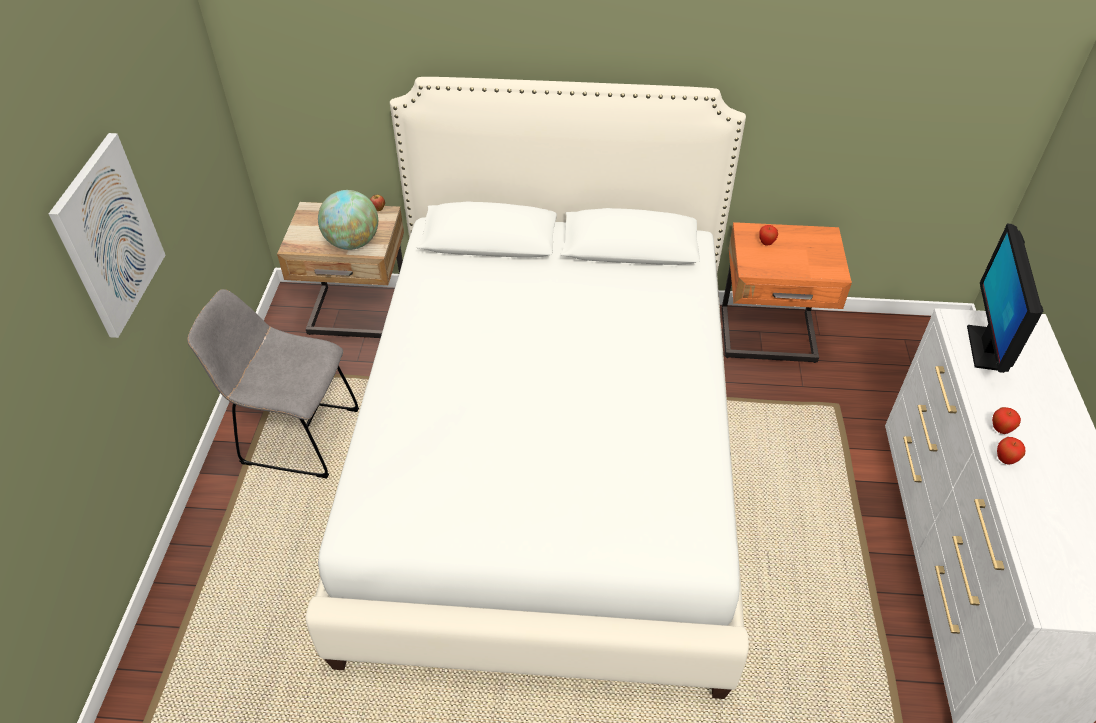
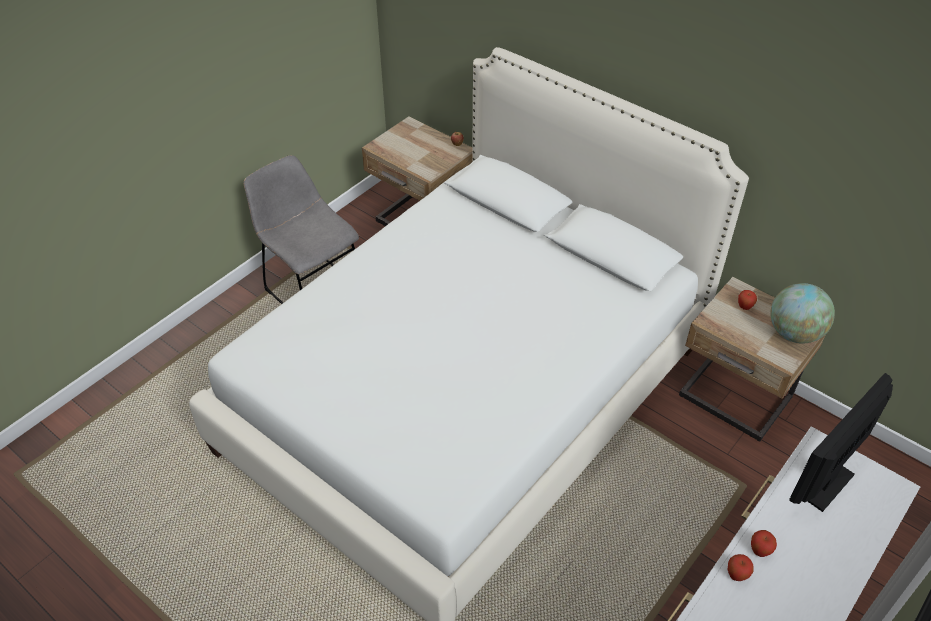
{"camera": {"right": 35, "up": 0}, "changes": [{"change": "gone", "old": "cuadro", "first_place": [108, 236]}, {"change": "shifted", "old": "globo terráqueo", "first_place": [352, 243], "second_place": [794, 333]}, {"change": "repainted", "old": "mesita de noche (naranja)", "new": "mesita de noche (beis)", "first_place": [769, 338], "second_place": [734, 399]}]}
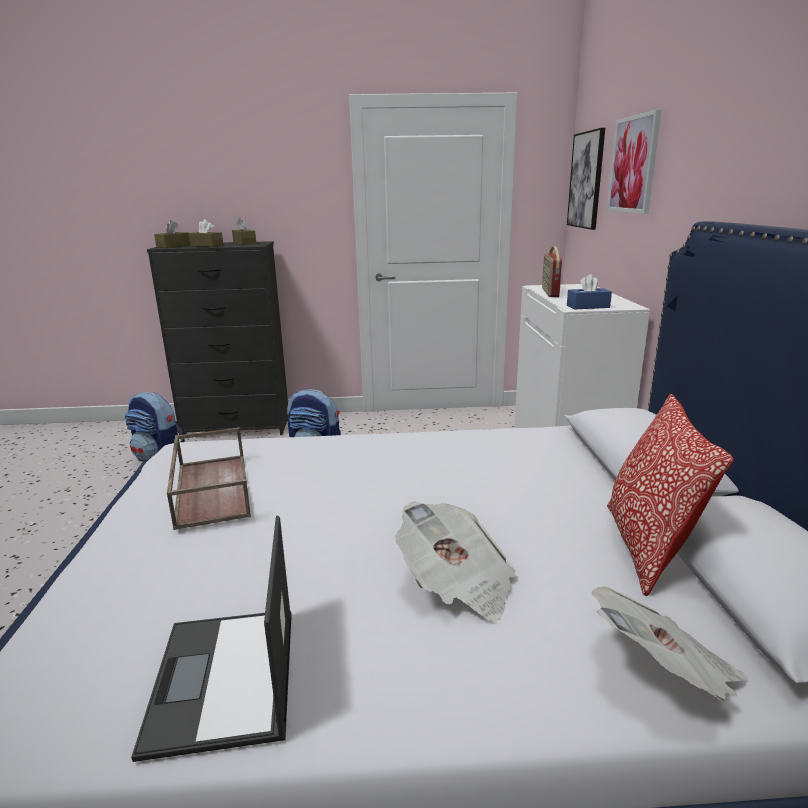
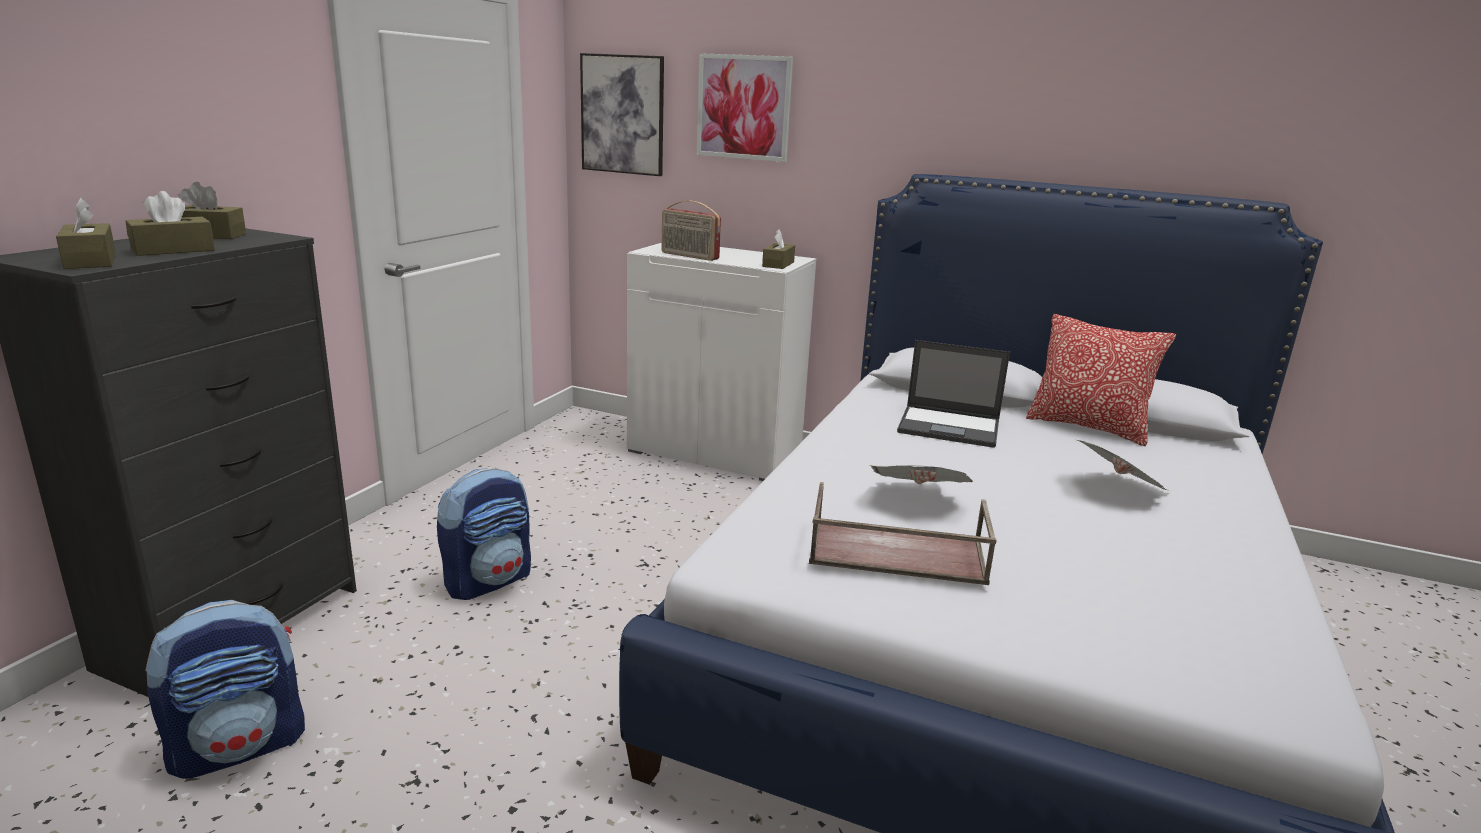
{"camera": {"right": -65, "up": 0}, "changes": [{"change": "shifted", "old": "portátil", "first_place": [224, 680], "second_place": [950, 427]}, {"change": "repainted", "old": "caja de pañuelos (azul)", "new": "caja de pañuelos (marrón)", "first_place": [588, 306], "second_place": [778, 264]}, {"change": "shifted", "old": "periódico", "first_place": [664, 672], "second_place": [917, 500]}]}
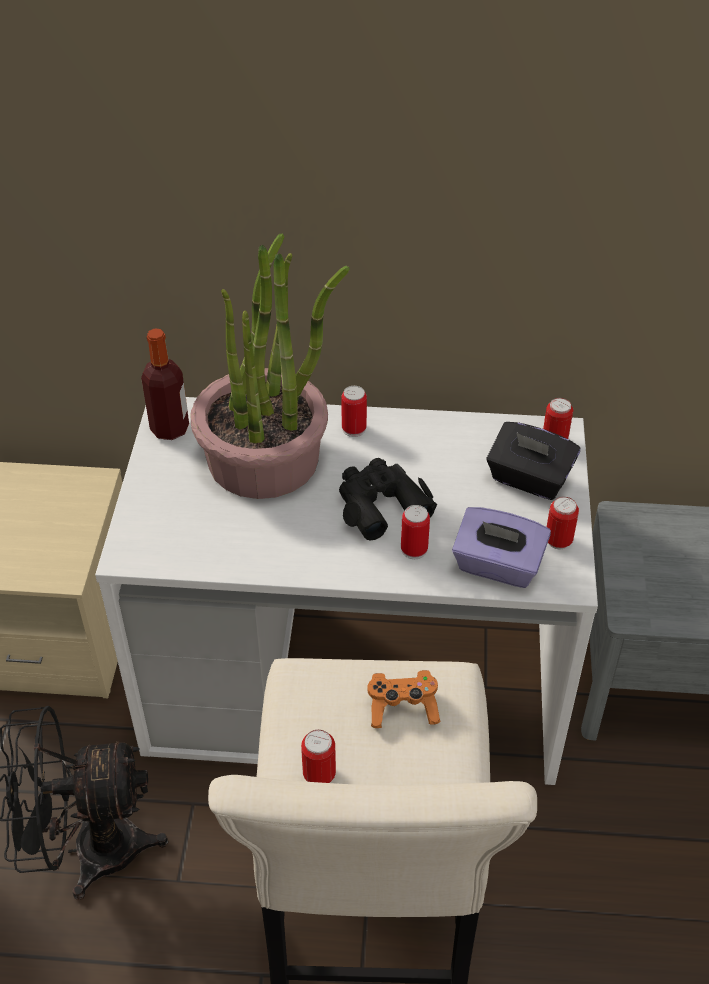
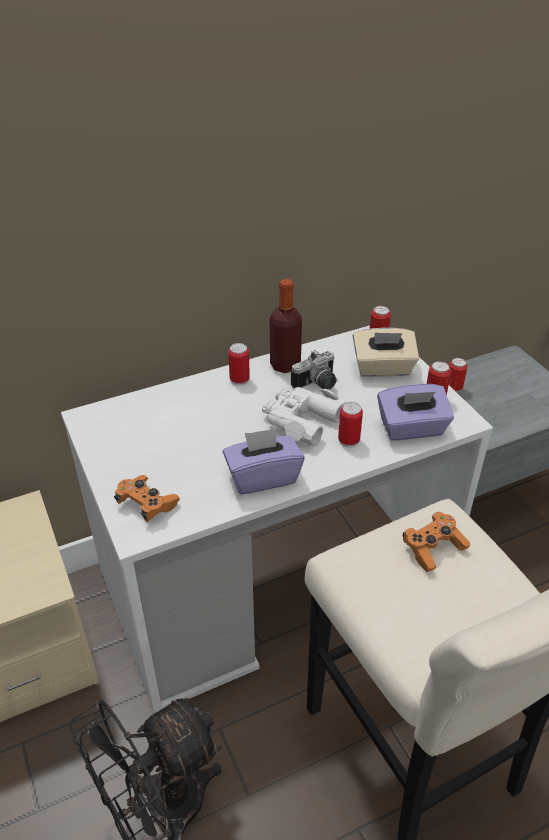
{"camera": {"right": -30, "up": -5}, "changes": [{"change": "shifted", "old": "botella", "first_place": [170, 429], "second_place": [285, 365]}, {"change": "gone", "old": "planta en maceta", "first_place": [265, 459]}, {"change": "shifted", "old": "lata", "first_place": [319, 775], "second_place": [453, 388]}, {"change": "repainted", "old": "prismáticos (negro)", "new": "prismáticos (blanco)", "first_place": [380, 504], "second_place": [300, 420]}, {"change": "repainted", "old": "caja de pañuelos (negro)", "new": "caja de pañuelos (beis)", "first_place": [529, 479], "second_place": [383, 368]}, {"change": "new", "new": "mando de consola (naranja)", "second_place": [147, 504]}, {"change": "new", "new": "caja de pañuelos (morado)", "second_place": [263, 477]}, {"change": "new", "new": "cámara", "second_place": [317, 384]}]}
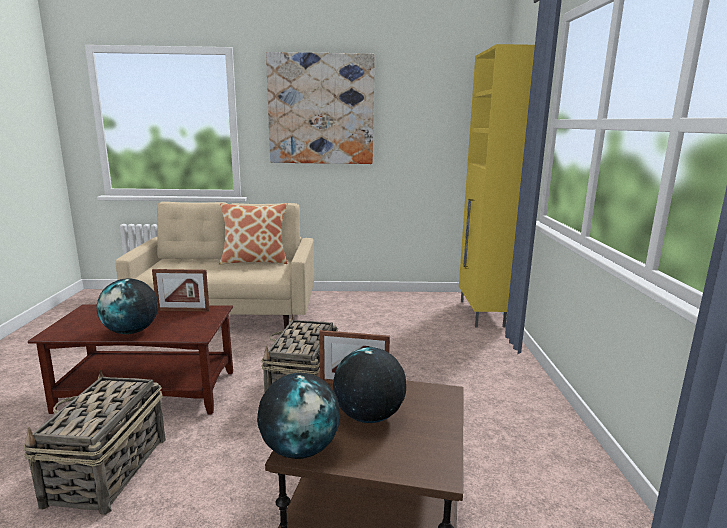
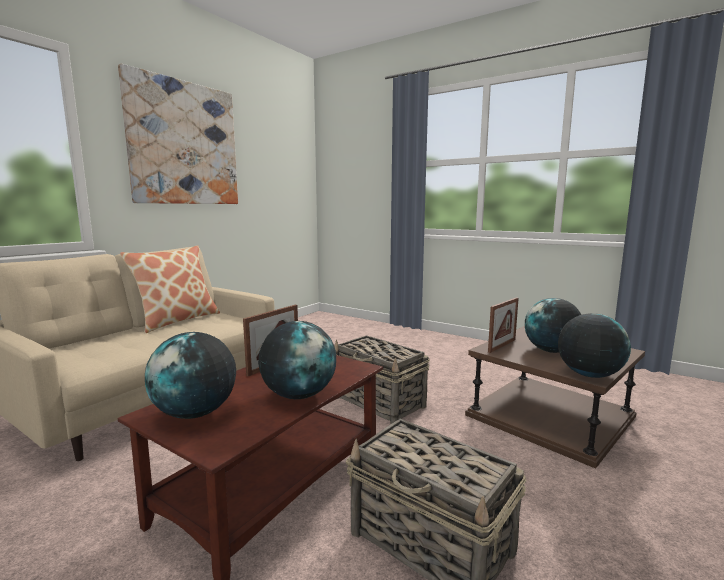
{"camera": {"right": -55, "up": -5}, "changes": [{"change": "gone", "old": "armario (amarillo)", "first_place": [481, 314]}, {"change": "new", "new": "globo terráqueo", "second_place": [195, 413]}]}
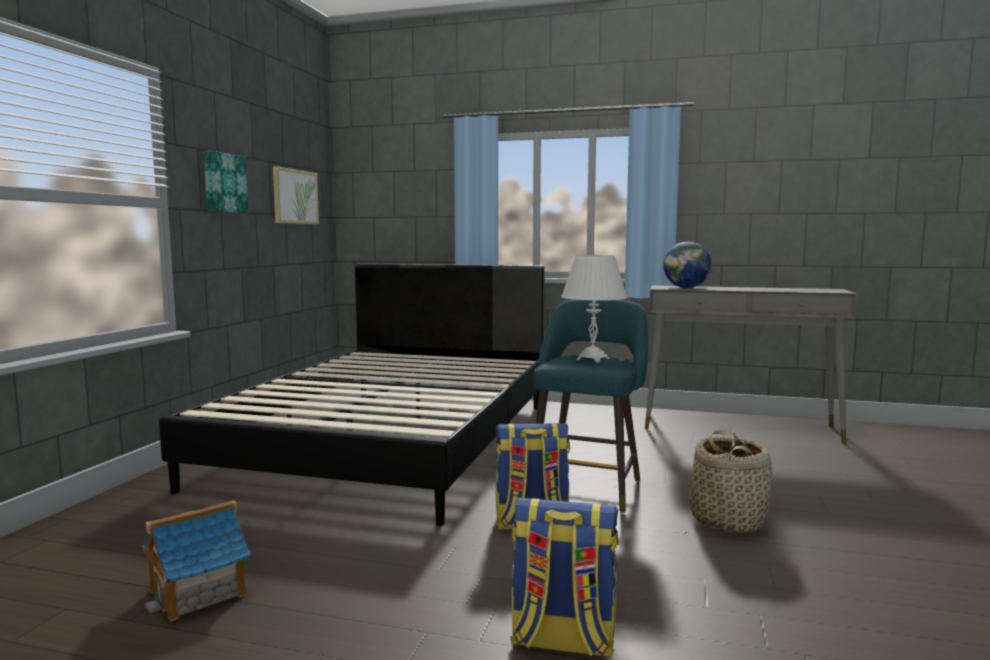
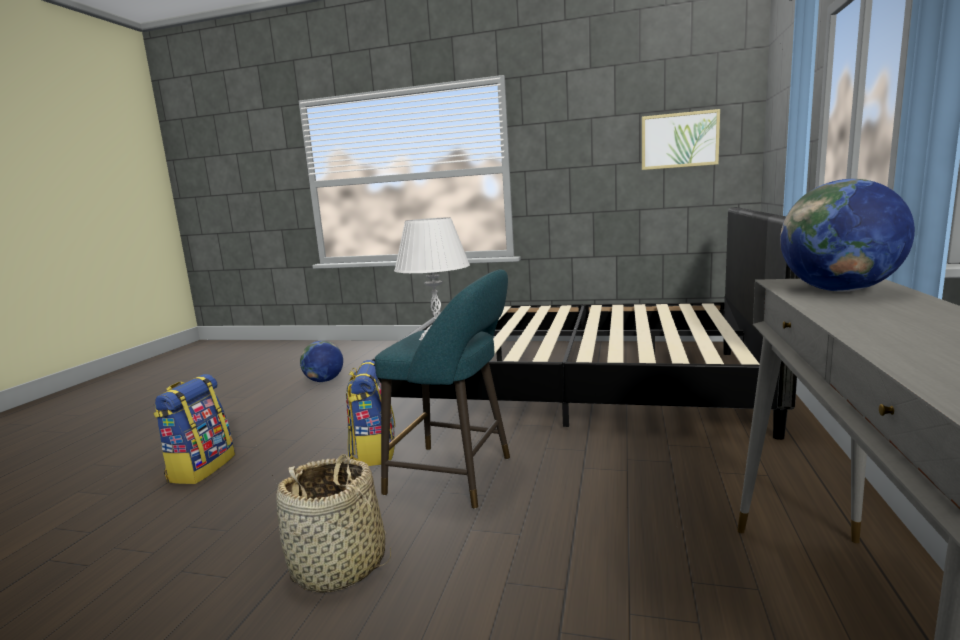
{"camera": {"right": 90, "up": 5}, "changes": [{"change": "swapped", "old": "casita", "new": "globo terráqueo", "first_place": [198, 592], "second_place": [324, 381]}, {"change": "gone", "old": "cuadro", "first_place": [224, 183]}]}
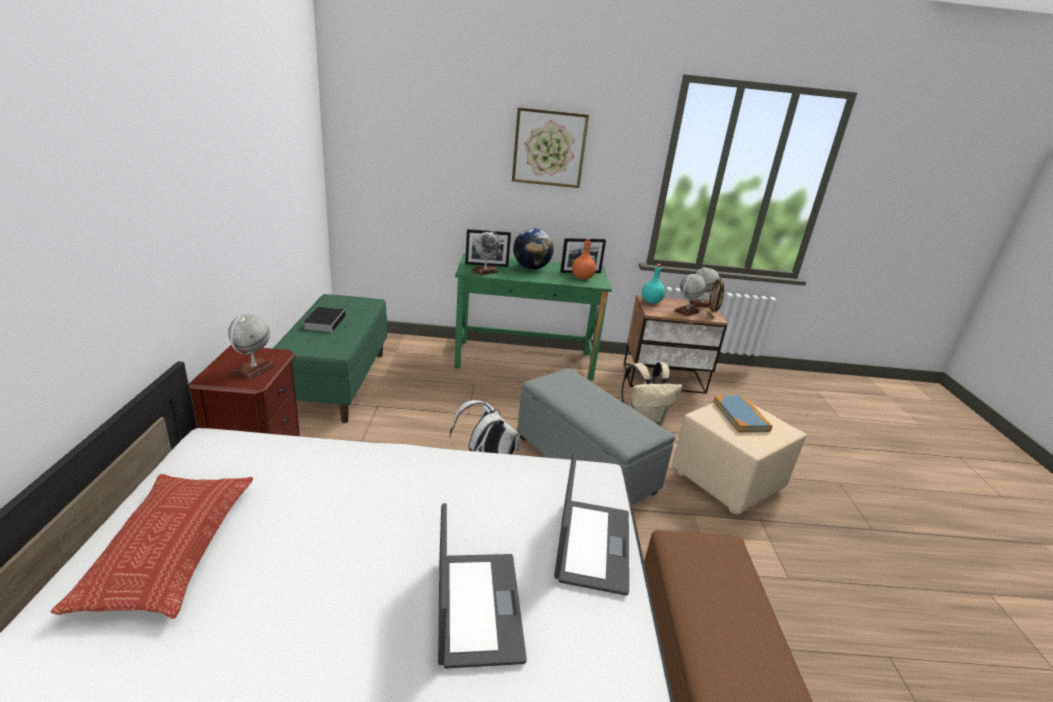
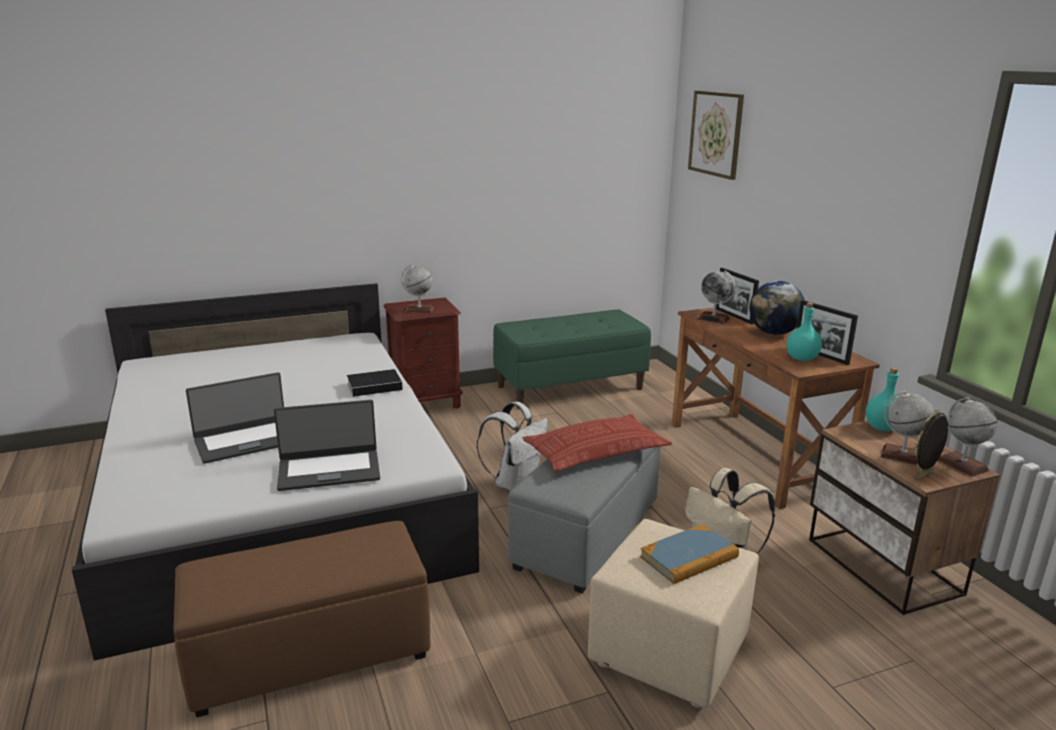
{"camera": {"right": 70, "up": -5}, "changes": [{"change": "shifted", "old": "cojín", "first_place": [170, 548], "second_place": [596, 451]}, {"change": "shifted", "old": "libro", "first_place": [325, 321], "second_place": [376, 386]}, {"change": "repainted", "old": "escritorio (verde)", "new": "escritorio (marrón)", "first_place": [524, 360], "second_place": [755, 456]}, {"change": "shifted", "old": "cuadro", "first_place": [549, 148], "second_place": [716, 134]}, {"change": "repainted", "old": "botella (naranja)", "new": "botella (turquesa)", "first_place": [582, 278], "second_place": [801, 358]}]}
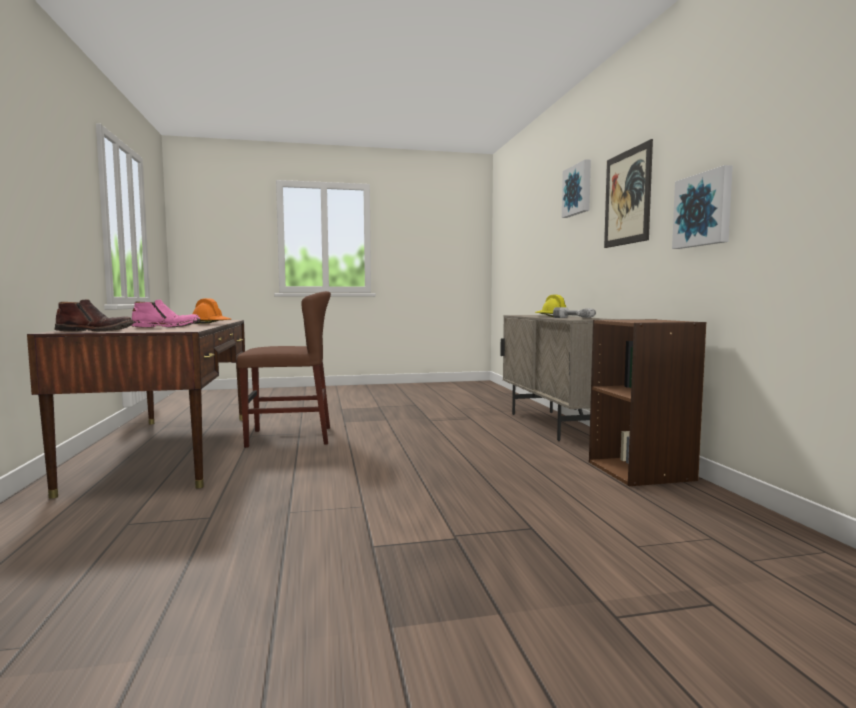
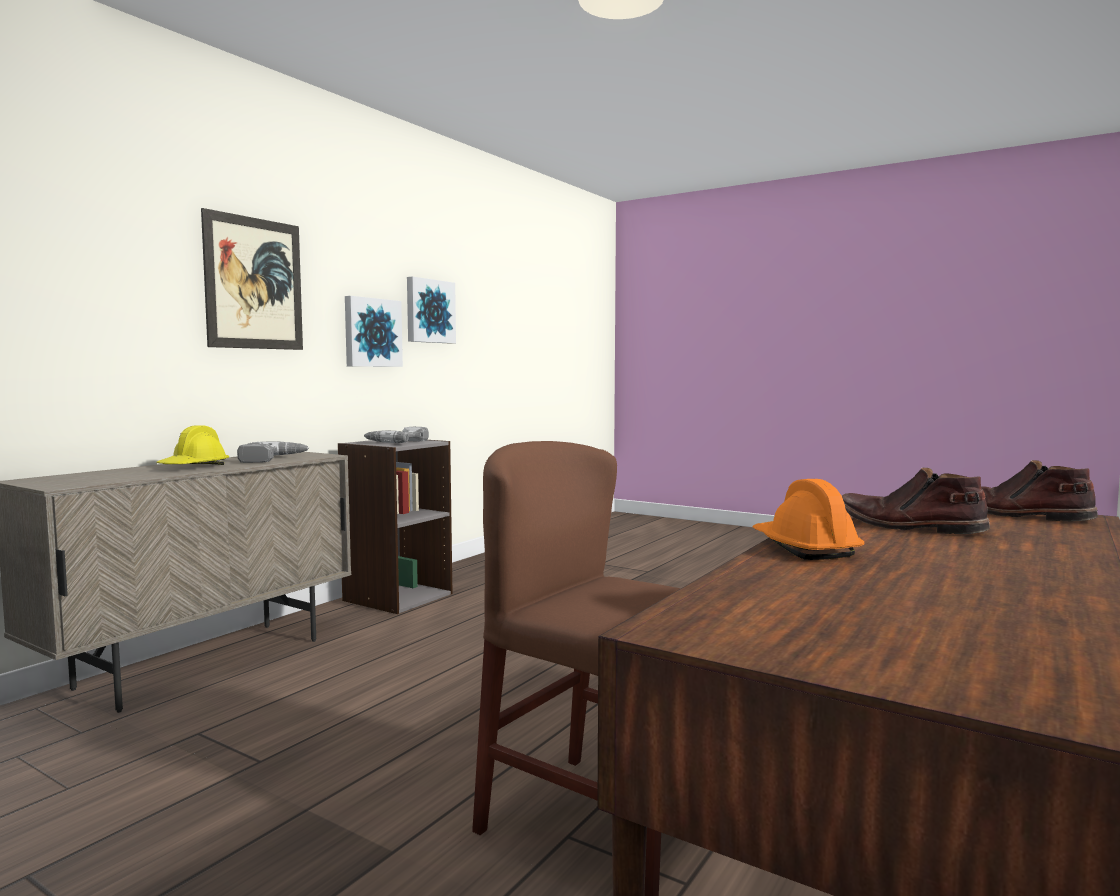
{"camera": {"right": -135, "up": 0}, "changes": [{"change": "repainted", "old": "bota (rosa)", "new": "bota (marrón)", "first_place": [166, 327], "second_place": [908, 526]}, {"change": "shifted", "old": "cuadro", "first_place": [578, 190], "second_place": [429, 311]}, {"change": "repainted", "old": "estantería (marrón)", "new": "estantería (gris)", "first_place": [641, 471], "second_place": [397, 597]}, {"change": "new", "new": "taladro", "second_place": [397, 442]}]}
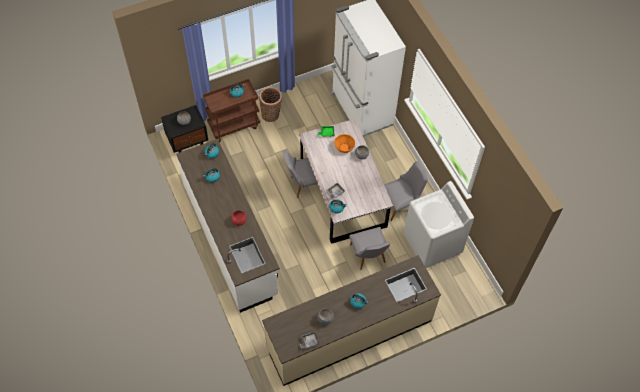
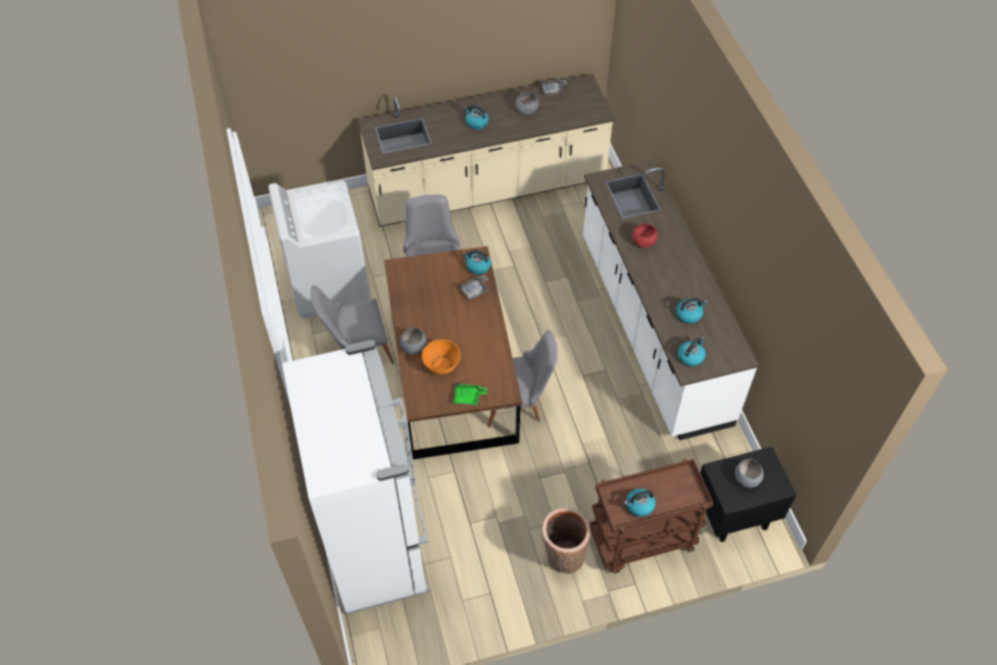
{"camera": {"right": -170, "up": -5}, "changes": [{"change": "repainted", "old": "mesa de comedor (gris)", "new": "mesa de comedor (marrón)", "first_place": [342, 195], "second_place": [454, 378]}]}
